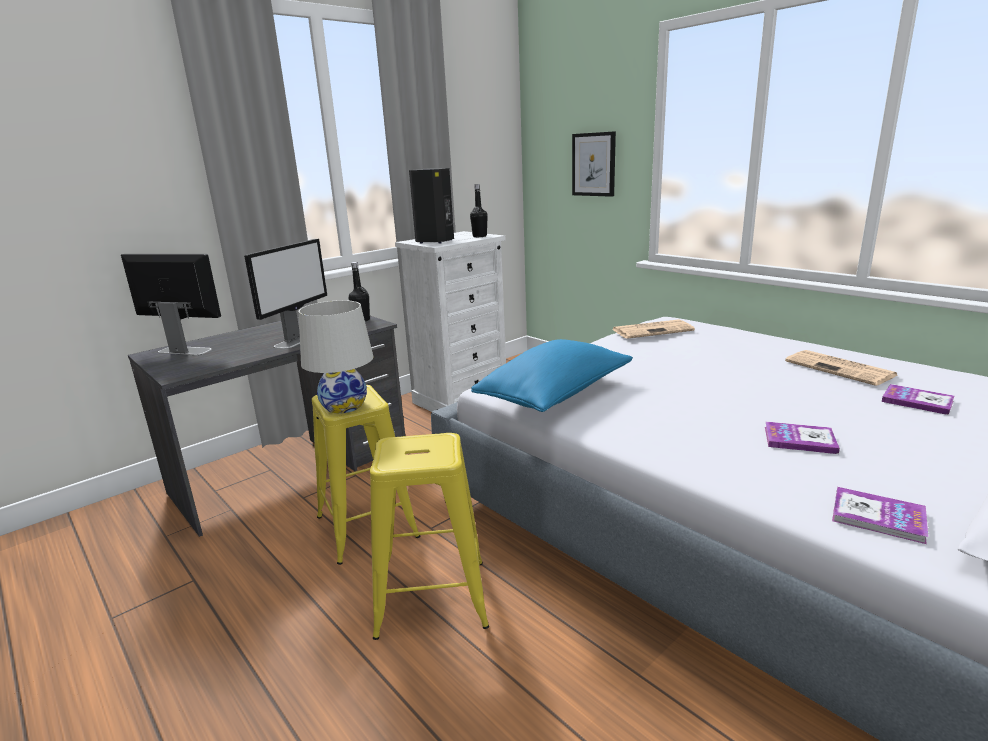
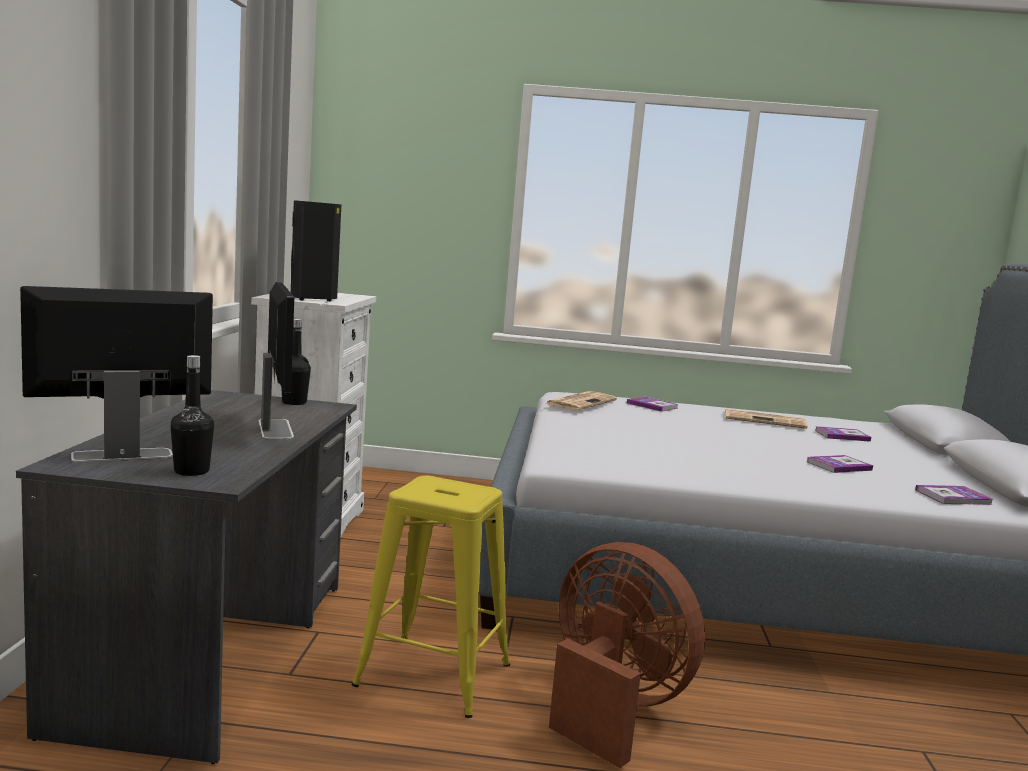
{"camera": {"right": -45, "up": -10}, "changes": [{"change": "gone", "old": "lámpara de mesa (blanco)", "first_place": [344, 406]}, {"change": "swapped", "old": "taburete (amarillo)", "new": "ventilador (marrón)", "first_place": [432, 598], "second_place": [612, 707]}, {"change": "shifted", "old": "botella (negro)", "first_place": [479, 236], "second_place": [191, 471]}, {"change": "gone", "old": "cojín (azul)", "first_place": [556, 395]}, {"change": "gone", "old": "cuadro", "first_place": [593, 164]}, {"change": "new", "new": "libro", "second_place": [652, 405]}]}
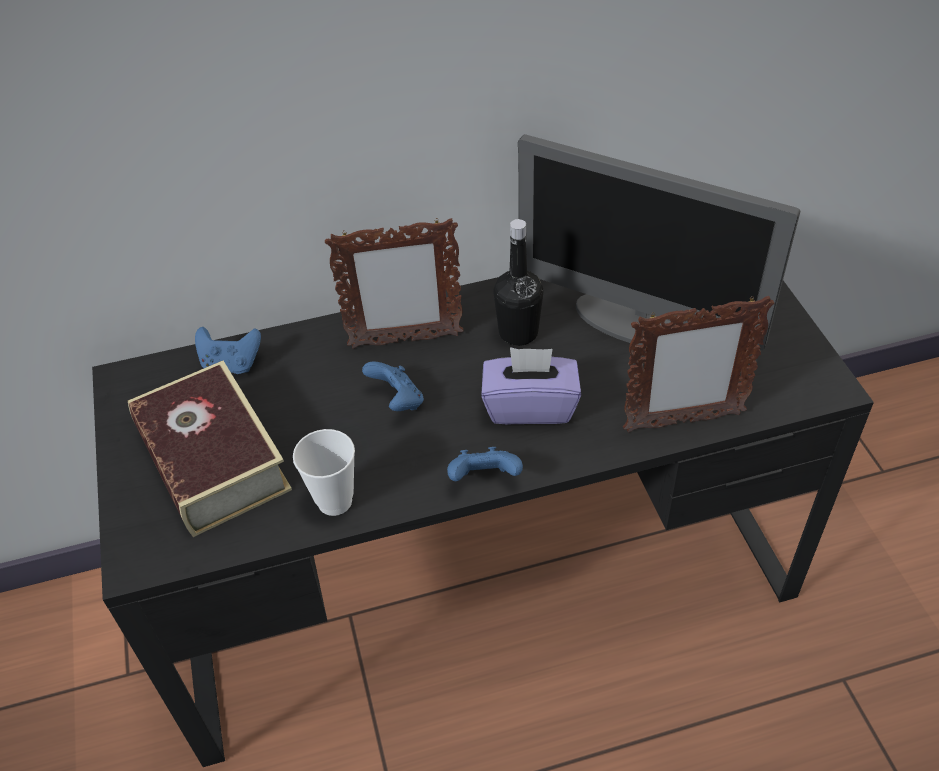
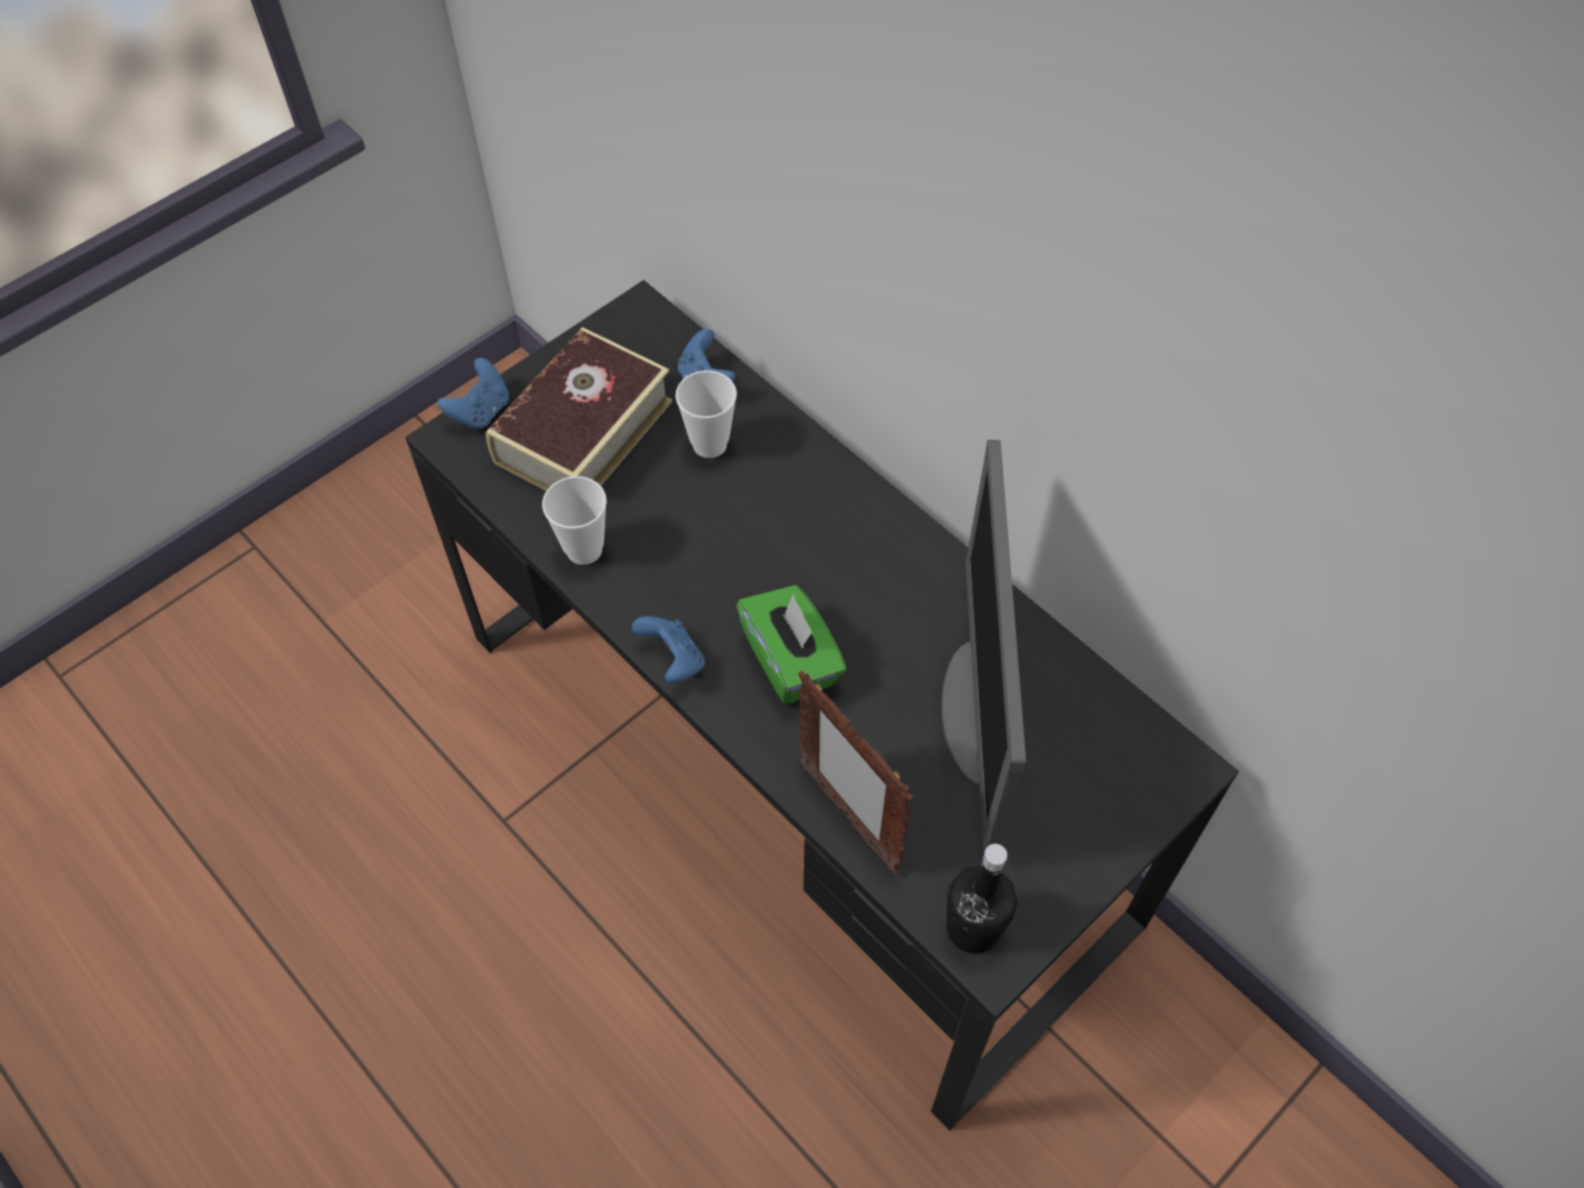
{"camera": {"right": 60, "up": 10}, "changes": [{"change": "gone", "old": "portarretratos", "first_place": [404, 341]}, {"change": "shifted", "old": "mando de consola (azul)", "first_place": [397, 401], "second_place": [481, 411]}, {"change": "repainted", "old": "caja de pañuelos (morado)", "new": "caja de pañuelos (verde)", "first_place": [530, 406], "second_place": [791, 661]}, {"change": "shifted", "old": "botella (negro)", "first_place": [518, 333], "second_place": [973, 928]}, {"change": "new", "new": "taza", "second_place": [709, 444]}]}
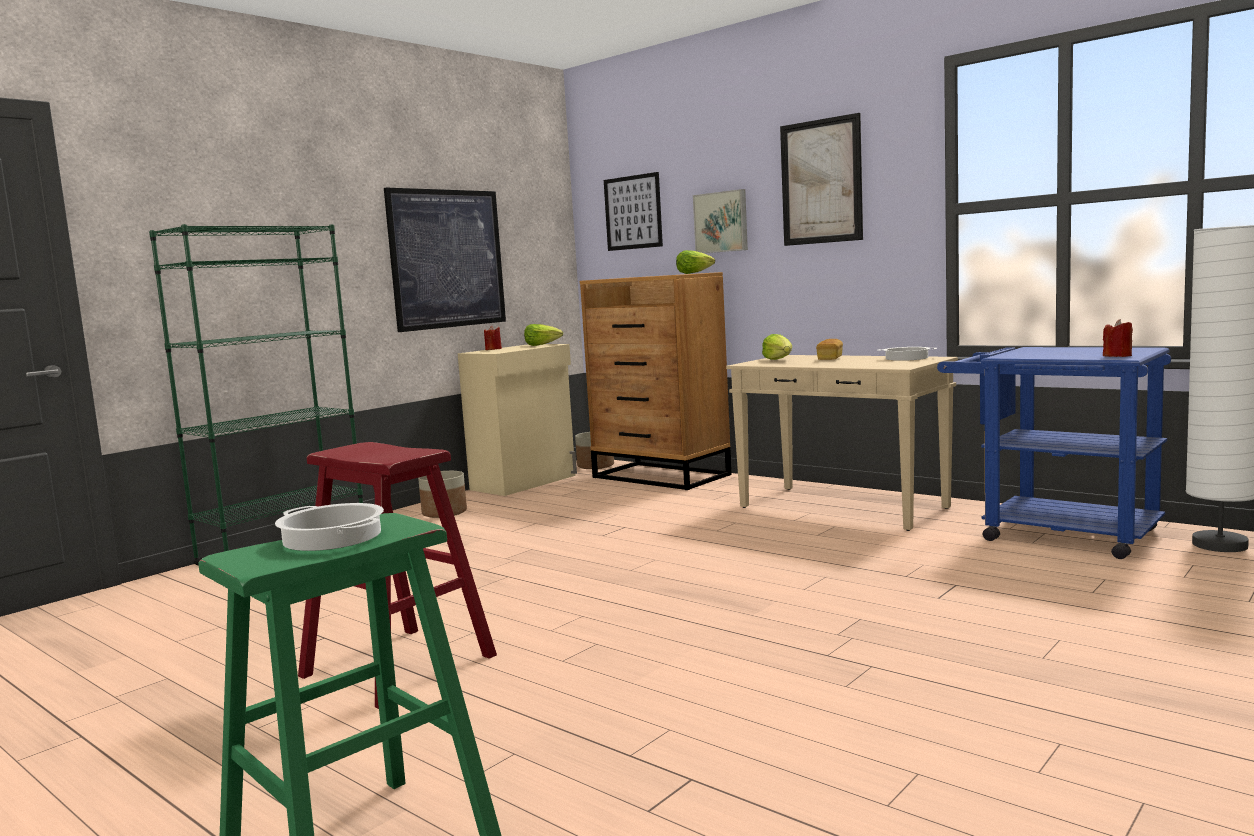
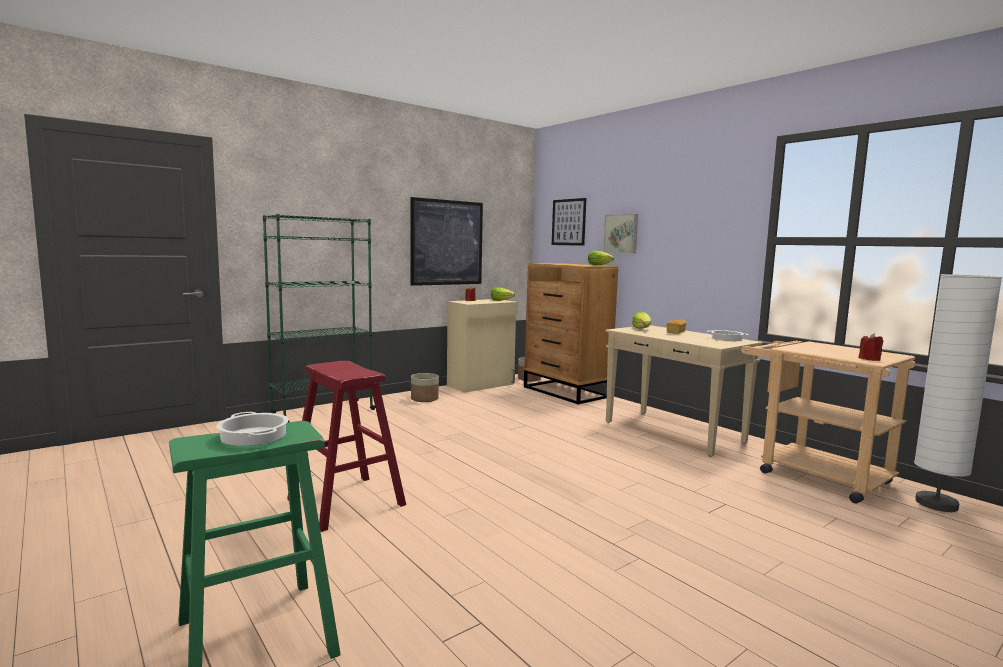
{"camera": {"right": 10, "up": 0}, "changes": [{"change": "gone", "old": "cuadro", "first_place": [821, 182]}, {"change": "repainted", "old": "carrito (azul)", "new": "carrito (beis)", "first_place": [1053, 533], "second_place": [812, 474]}]}
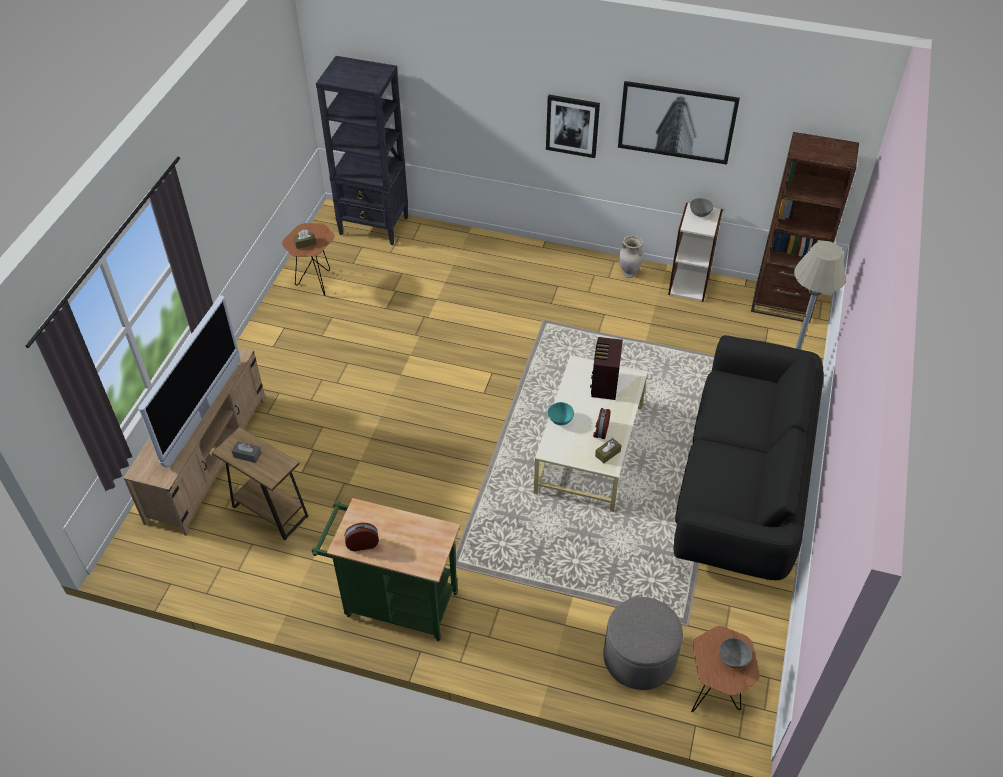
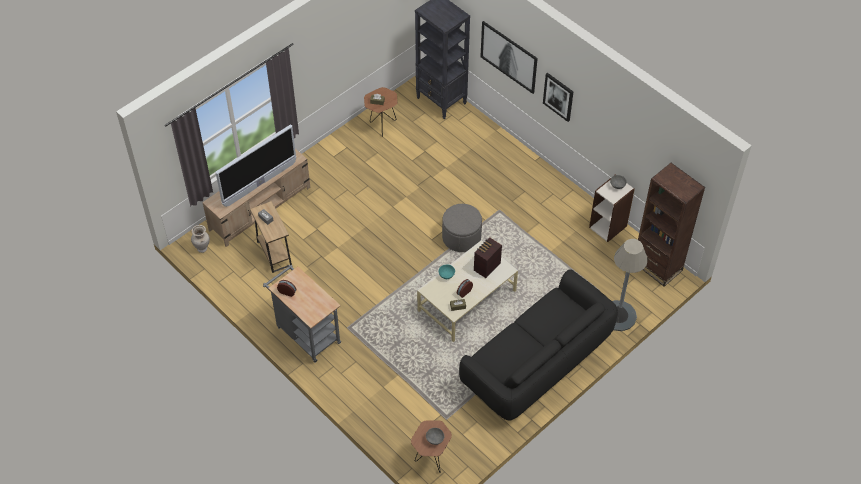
{"camera": {"right": 30, "up": 5}, "changes": [{"change": "repainted", "old": "carrito (verde)", "new": "carrito (gris)", "first_place": [395, 603], "second_place": [306, 333]}, {"change": "shifted", "old": "puf (gris)", "first_place": [639, 657], "second_place": [461, 237]}, {"change": "shifted", "old": "cuadro", "first_place": [677, 121], "second_place": [509, 56]}, {"change": "shifted", "old": "florero (beis)", "first_place": [629, 273], "second_place": [202, 248]}]}
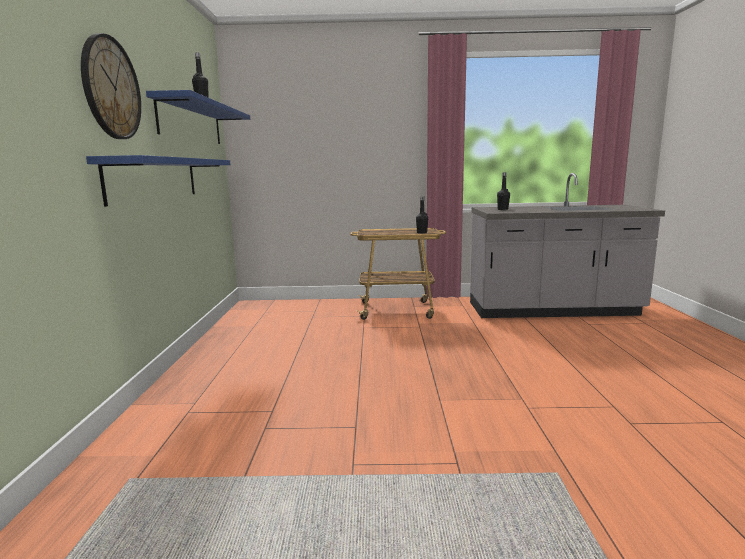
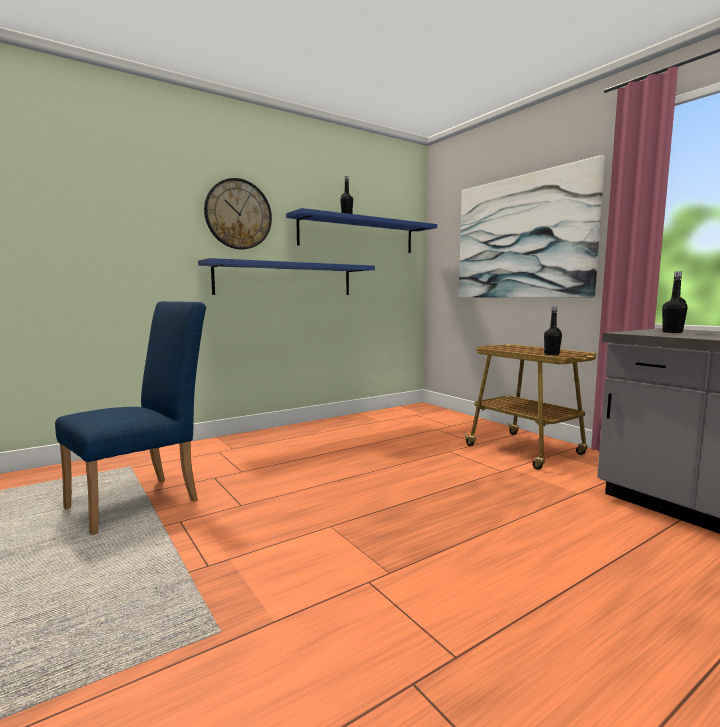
{"camera": {"right": 55, "up": -5}, "changes": [{"change": "new", "new": "silla (azul)", "second_place": [143, 501]}, {"change": "new", "new": "cuadro", "second_place": [522, 237]}]}
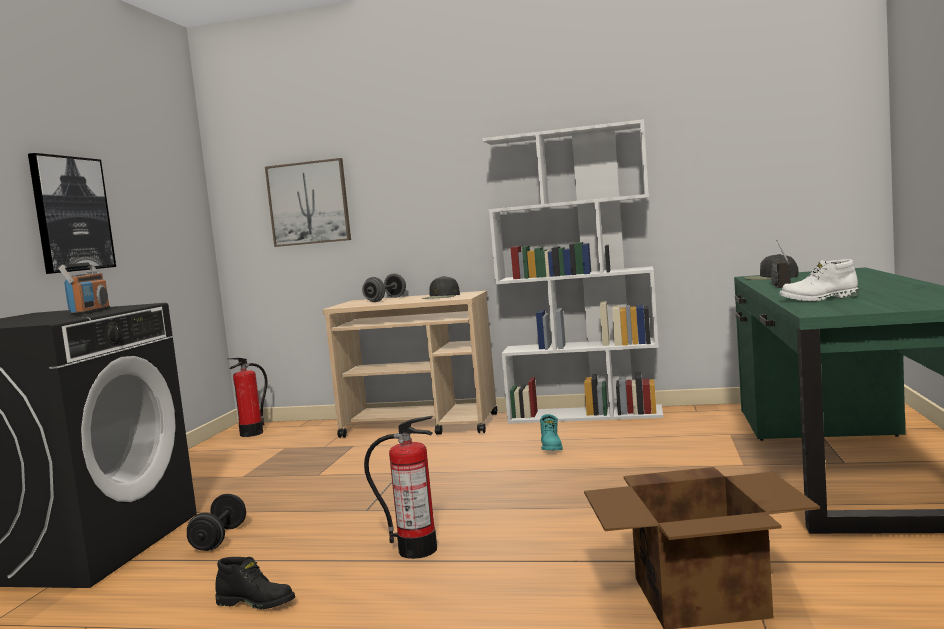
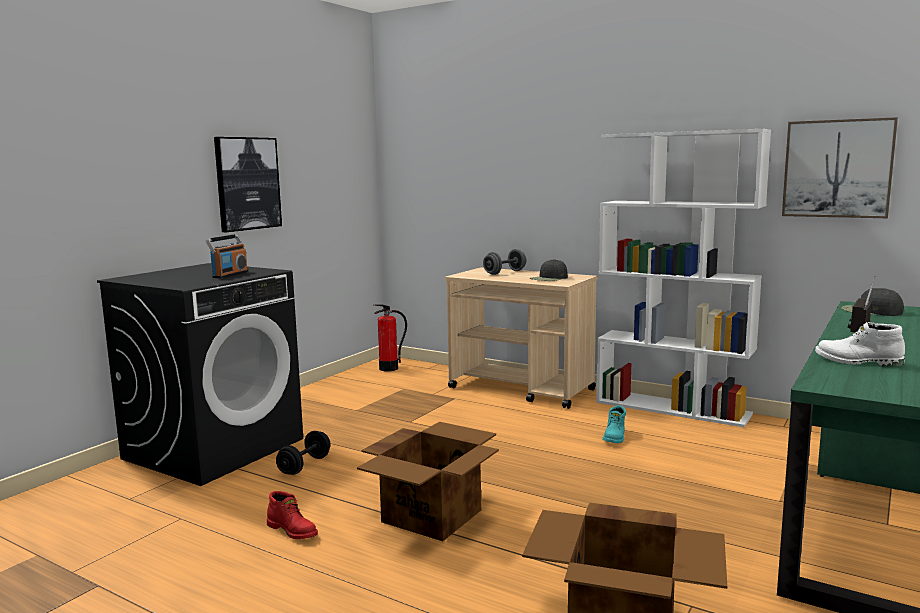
{"camera": {"right": 20, "up": 5}, "changes": [{"change": "repainted", "old": "bota (negro)", "new": "bota (rojo)", "first_place": [257, 602], "second_place": [293, 531]}, {"change": "shifted", "old": "cuadro", "first_place": [309, 203], "second_place": [837, 168]}, {"change": "swapped", "old": "extintor", "new": "caja de cartón", "first_place": [417, 550], "second_place": [433, 515]}]}
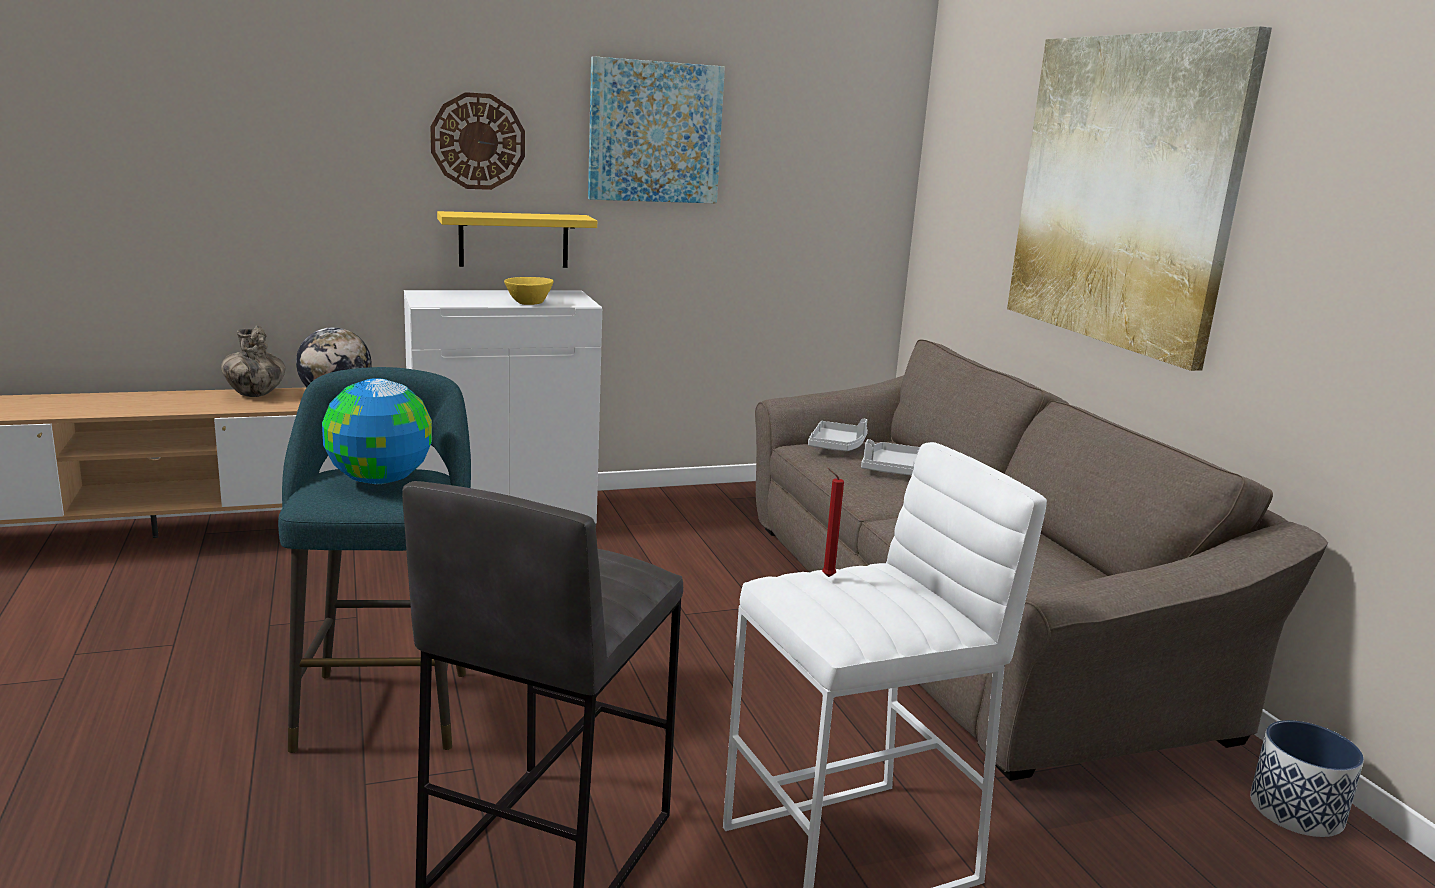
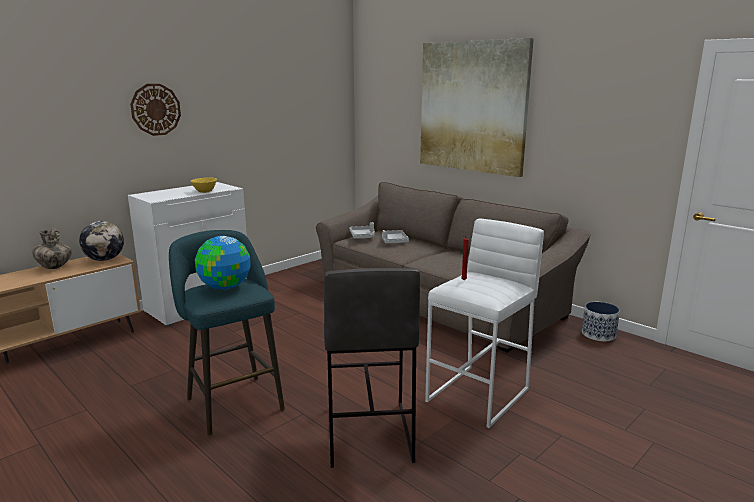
{"camera": {"right": -25, "up": 0}, "changes": [{"change": "gone", "old": "estante (amarillo)", "first_place": [514, 240]}, {"change": "gone", "old": "cuadro", "first_place": [655, 132]}]}
